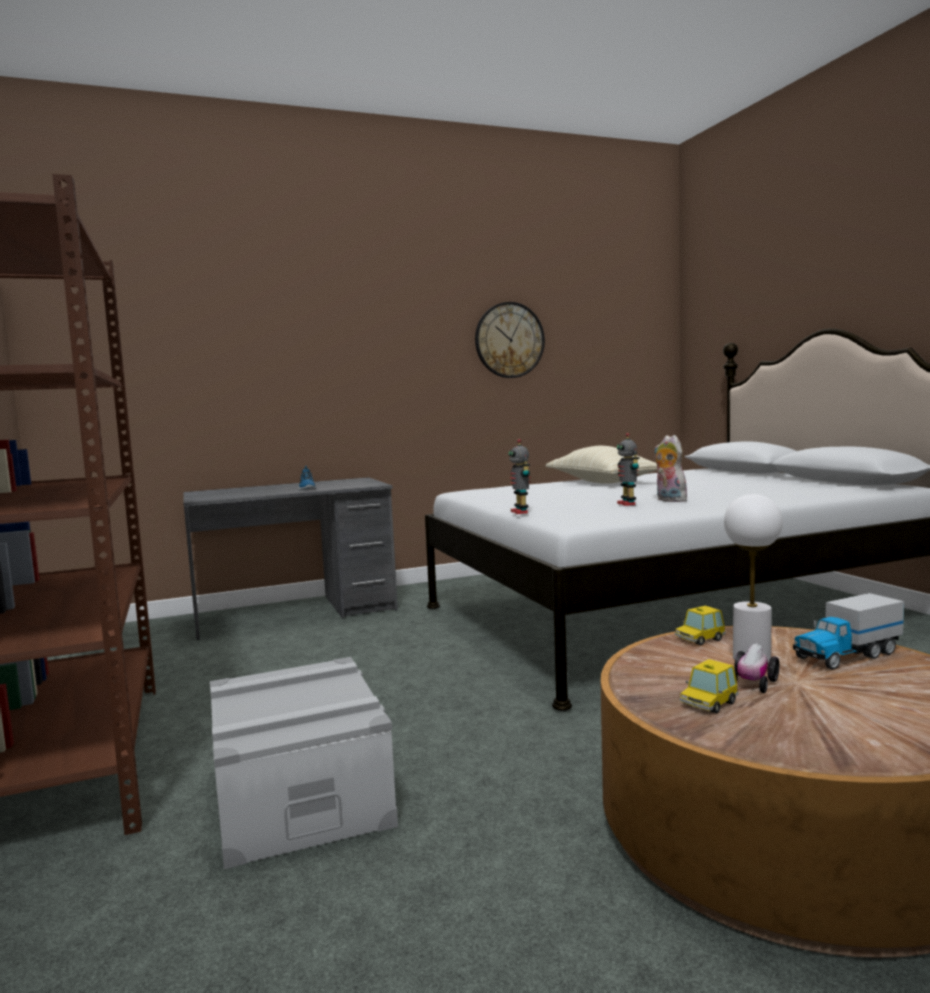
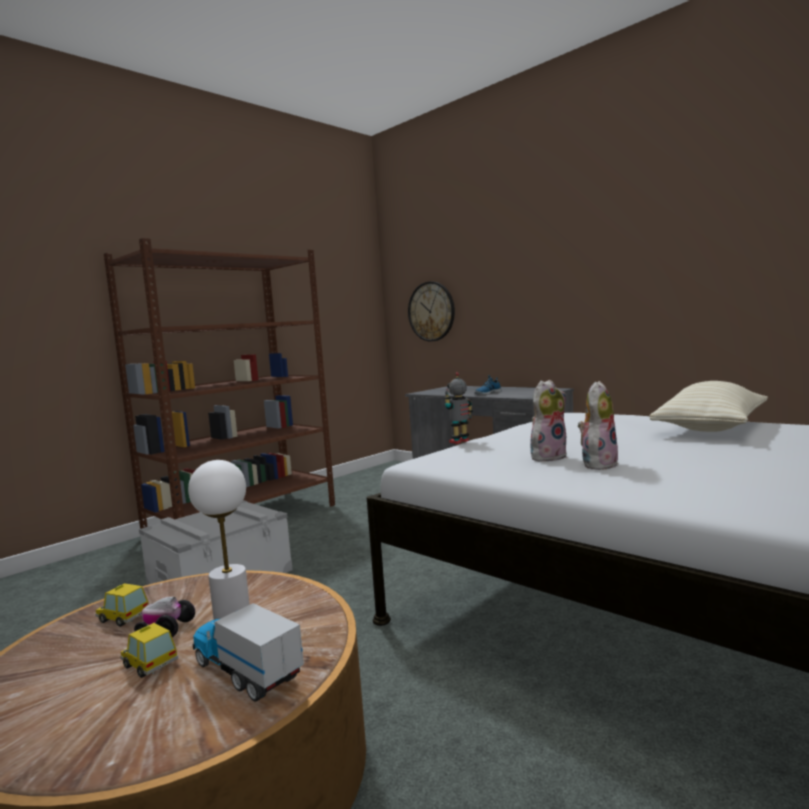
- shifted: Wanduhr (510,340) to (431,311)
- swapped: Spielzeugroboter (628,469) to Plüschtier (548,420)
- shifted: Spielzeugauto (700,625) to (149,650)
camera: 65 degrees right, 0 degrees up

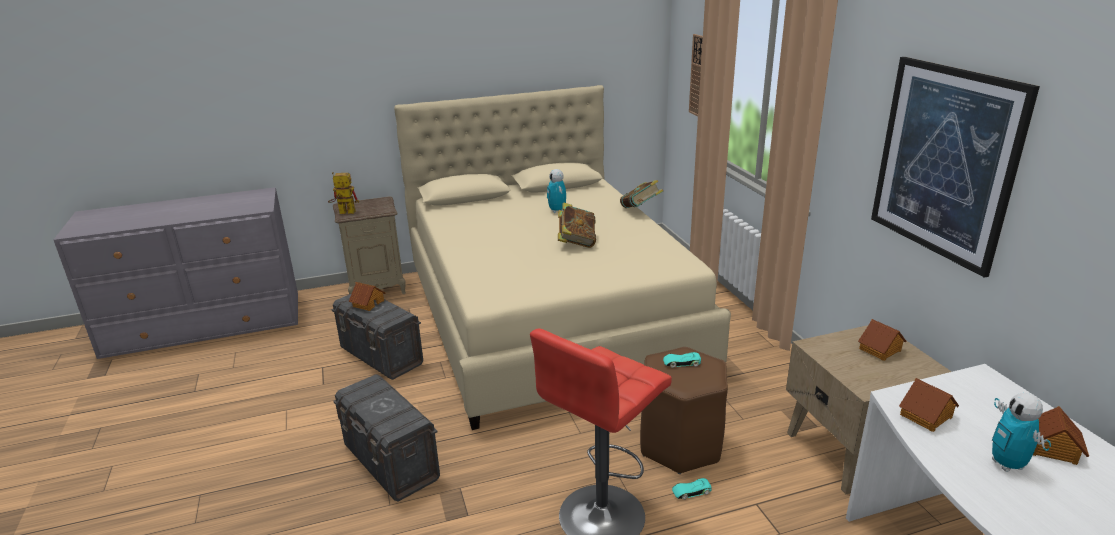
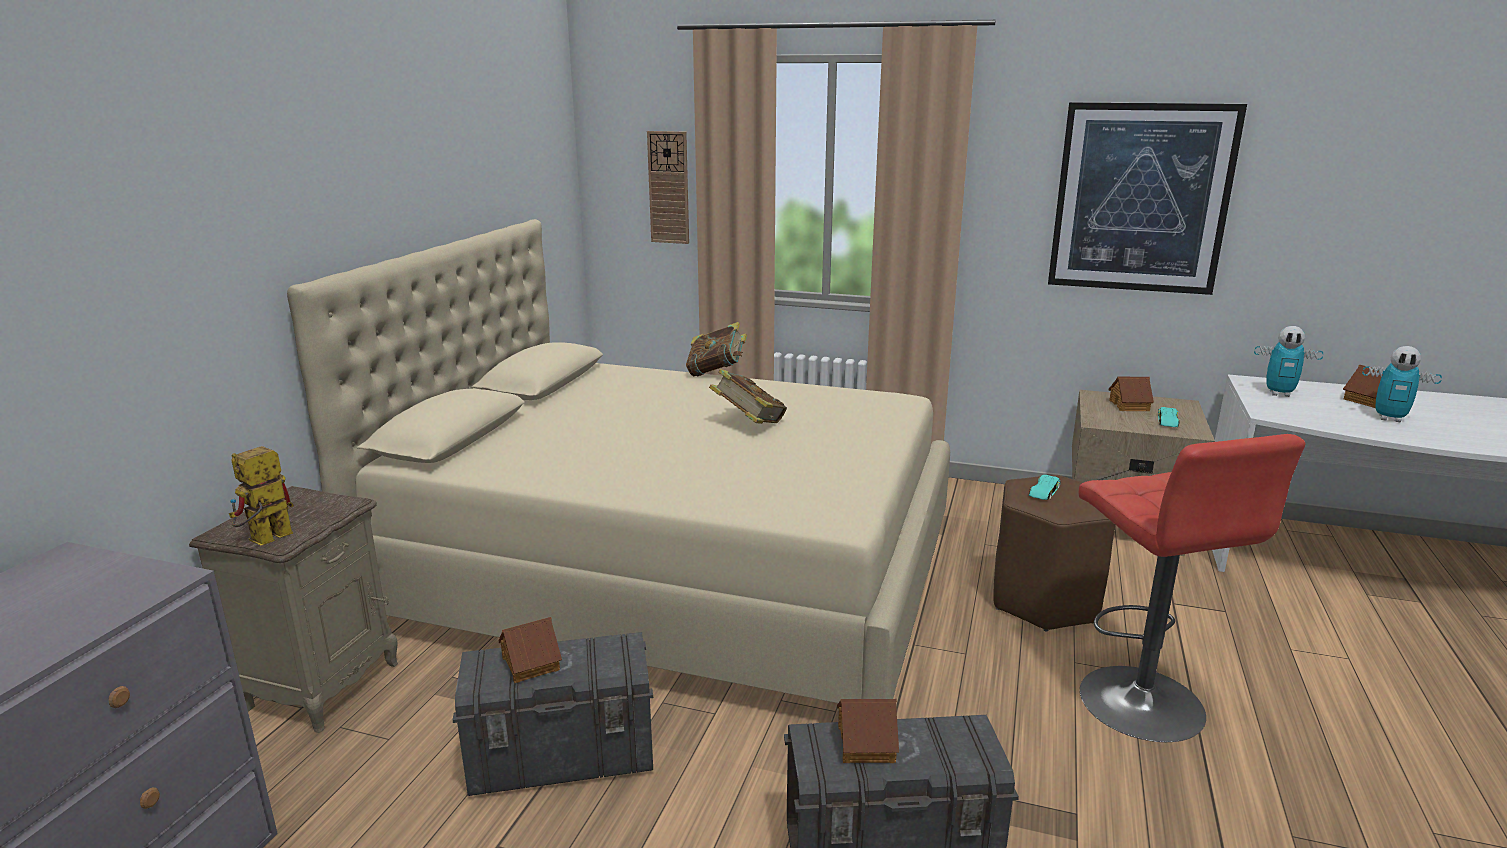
- shifted: Spielzeugroboter (556,191) to (1288,361)
- shifted: Spielzeughaus (929,405) to (868,731)
- shifted: Spielzeugauto [türkis] (691,489) to (1169,417)
camera: 55 degrees left, 5 degrees down

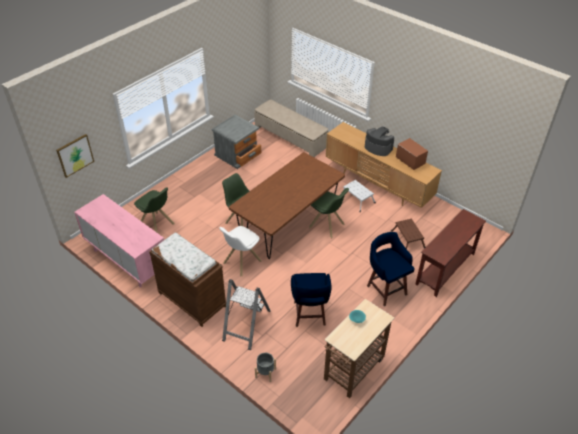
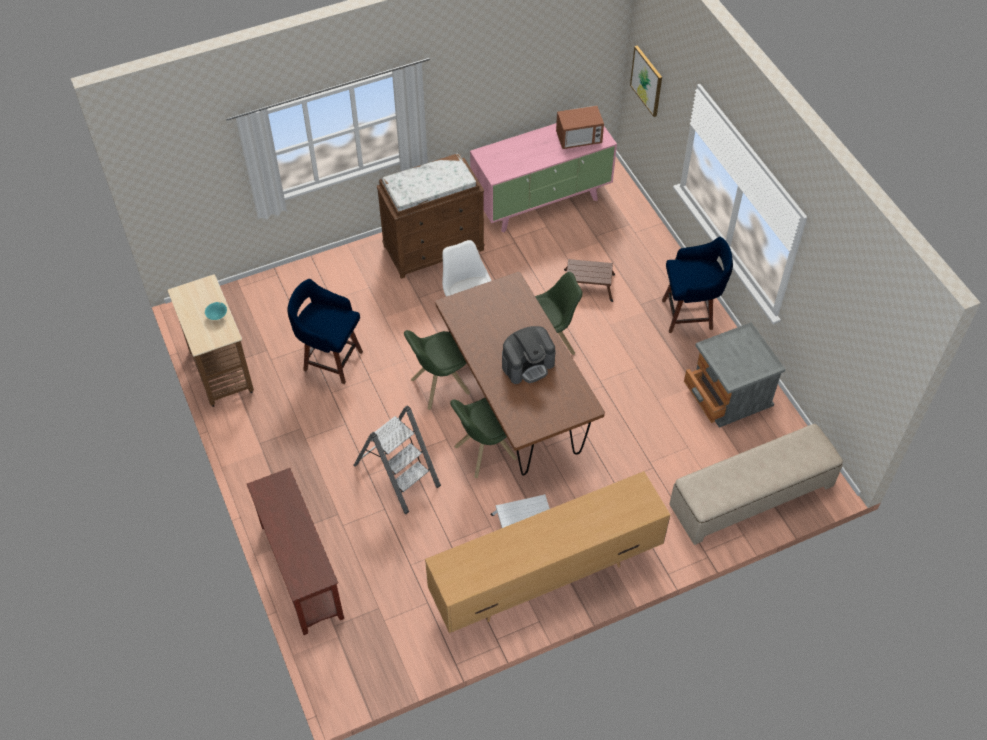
- shifted: Kaffeemaschine (379,141) to (529,355)
- shifted: Mikrowelle (412,154) to (580,127)
- shifted: Stuhl [grün] (154,210) to (437,370)
- shifted: Trittleiter [braun] (408,233) to (589,280)
- shifted: Hocker [blau] (391,269) to (697,285)
- shifted: Trittleiter [grau] (246,314) to (397,459)
- gone: Pflanzkübel [grau] (265,367)
camera: 115 degrees right, 10 degrees up

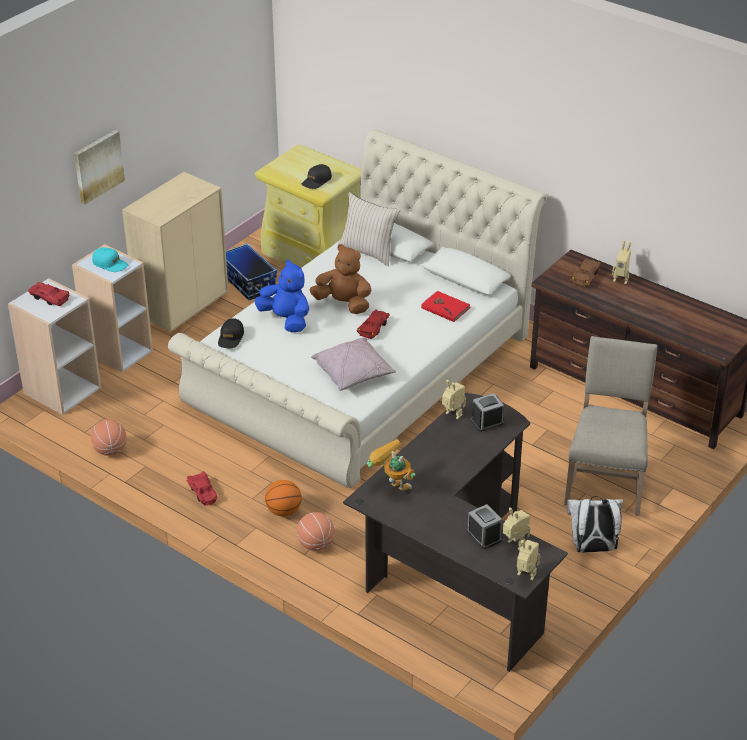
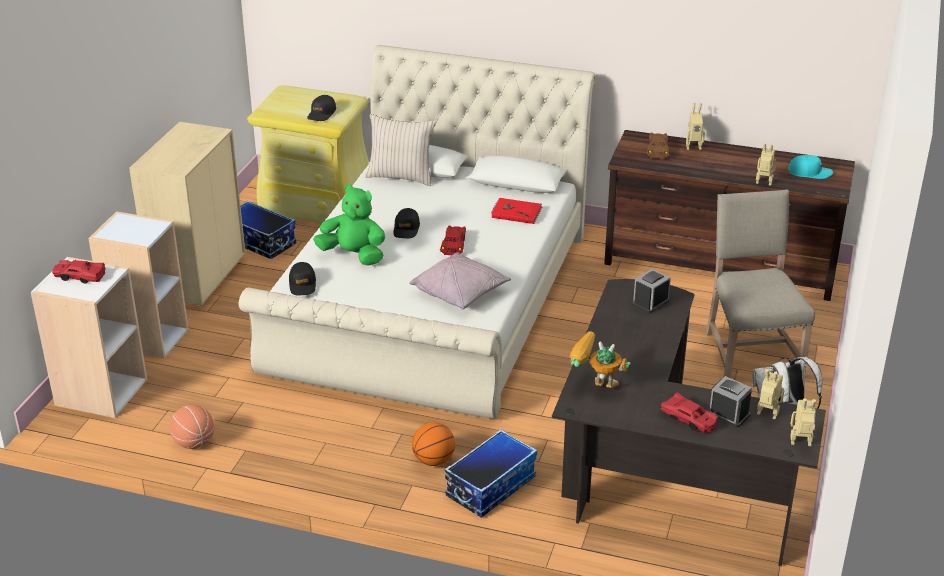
- gone: Bild (99,167)
- swapped: Plüschtier [braun] (340,279) to Kappe [schwarz] (406,223)
- shifted: Kappe [türkis] (110,259) to (810,167)
- repainted: Plüschtier [blau] (282,295) to Plüschtier [grün] (349,225)
- shifted: Spielzeugroboter (454,399) to (766,164)
- shifted: Spielzeugauto [rot] (201,488) to (689,412)
- swapped: Basketball (316,531) to Aufbewahrungsbox (491,473)
camera: 20 degrees left, 5 degrees down

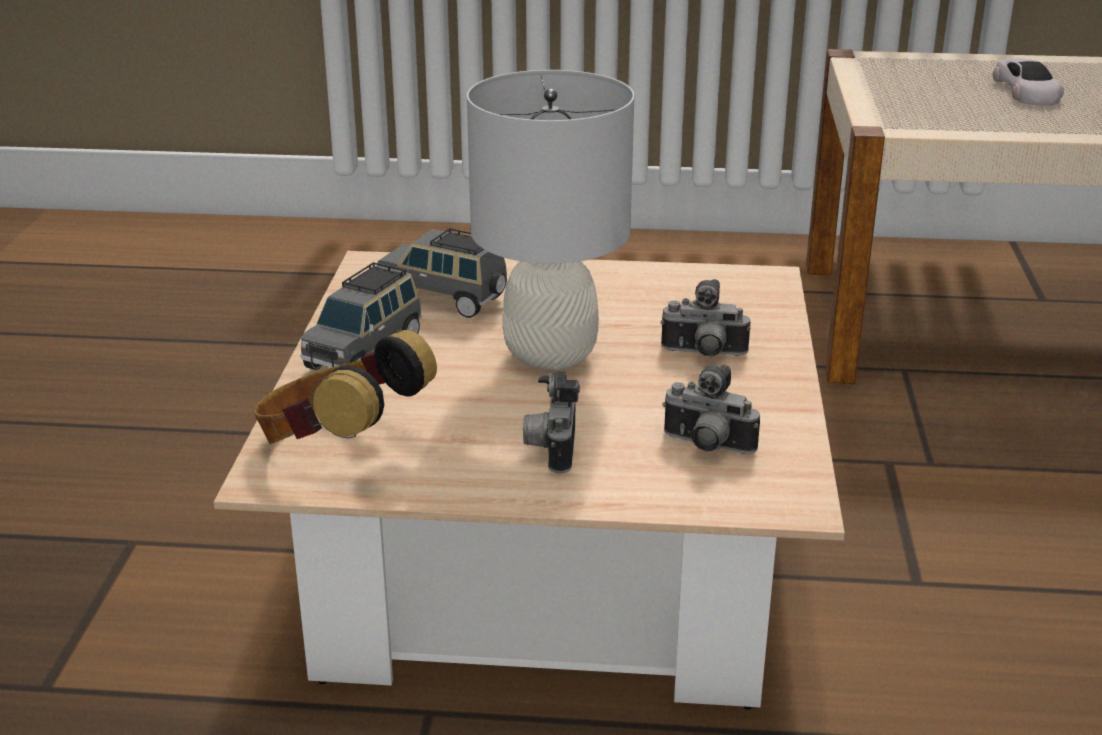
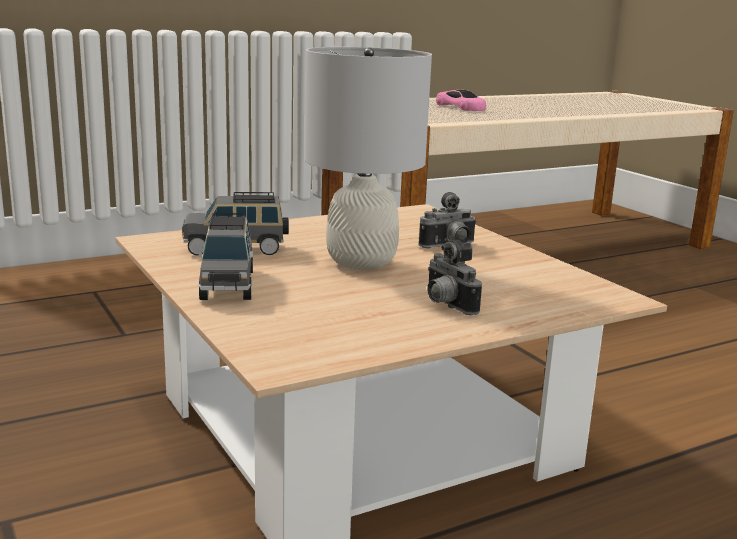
- repainted: Spielzeugauto [weiß] (1028,82) to Spielzeugauto [rosa] (461,100)
- gone: Kopfhörer (345,387)
- gone: Kamera (711,409)
camera: 35 degrees left, 10 degrees down

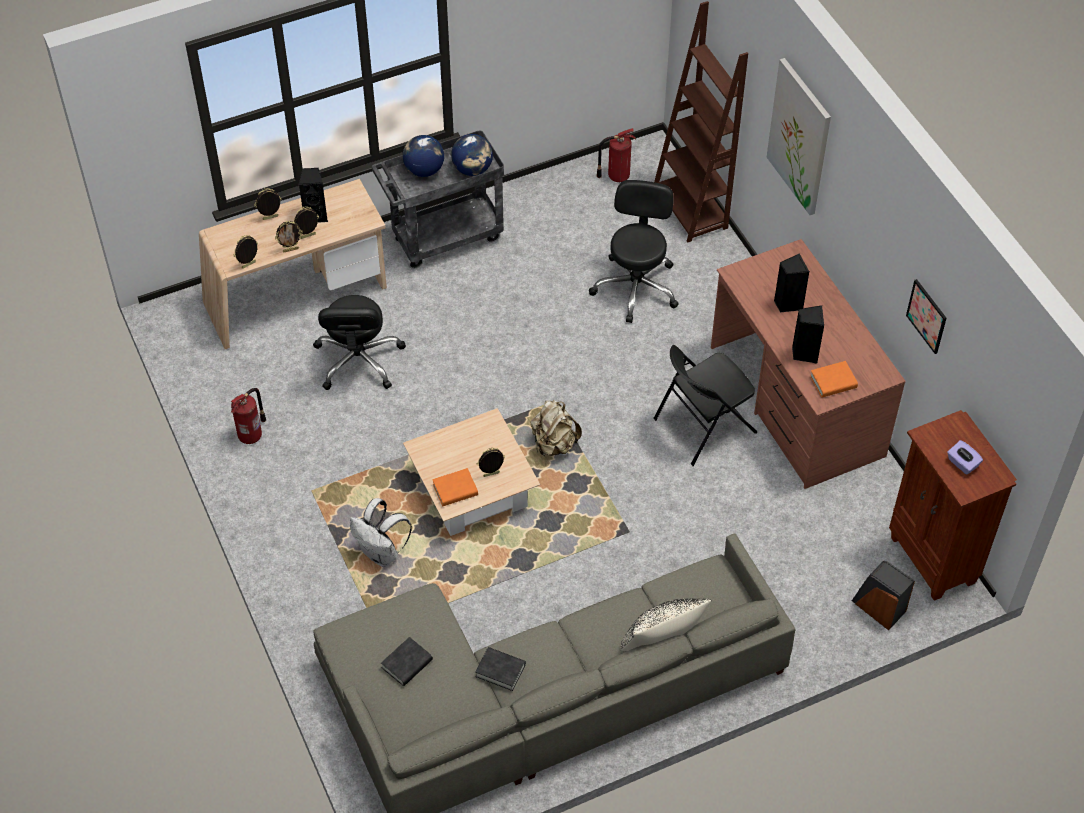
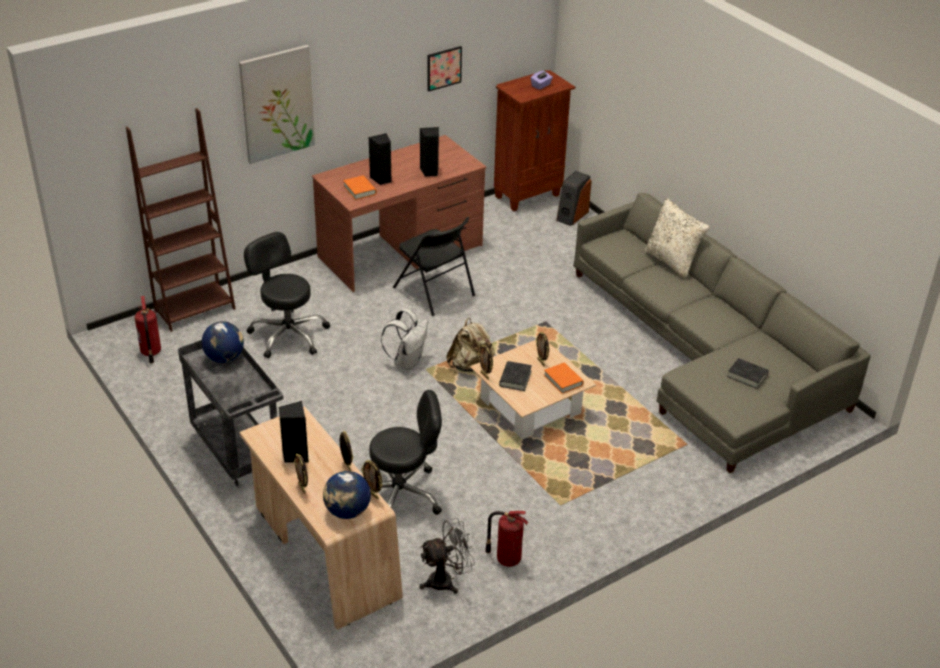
- shifted: Globus (423,156) to (347,495)
- rotated: Bürostuhl [schwarz] (634,251) = (287,295) 45 degrees clockwise
- shifted: Bilderrahmen (306,222) to (485,362)
- shifted: Buch [orange] (834,379) to (359,187)
- shifted: Rucksack [weiß] (381,532) to (404,339)
- shifted: Buch [schwarz] (500,669) to (515,376)
- new: Ventilator [grau] (447,556)
camera: 100 degrees left, 15 degrees down

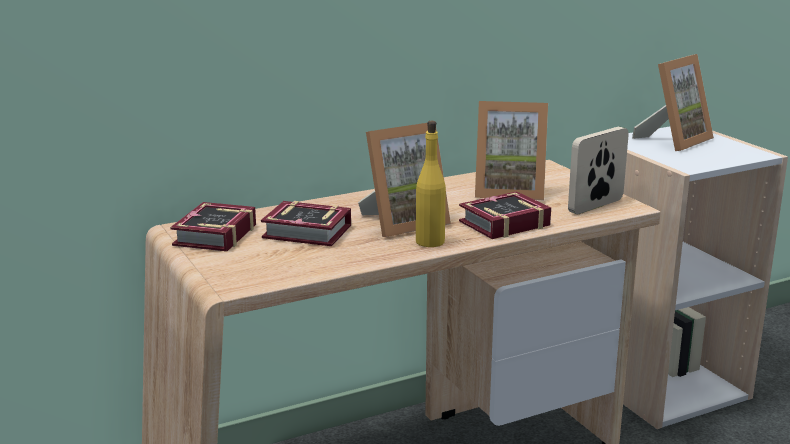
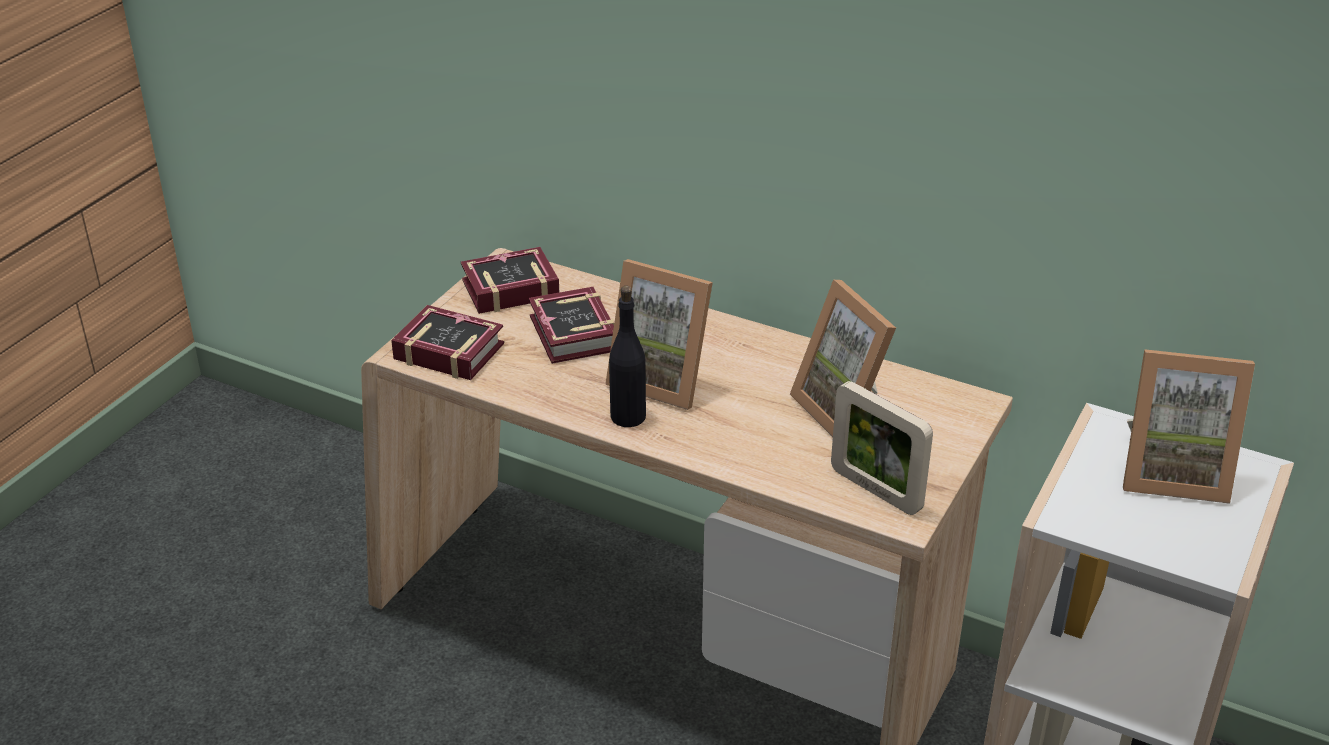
- repainted: Flasche [gelb] (431,184) to Flasche [schwarz] (627,356)
- rotated: Bilderrahmen (598,171) = (882,448) 150 degrees counterclockwise
- shifted: Buch (505,215) to (447,342)
camera: 55 degrees right, 15 degrees up

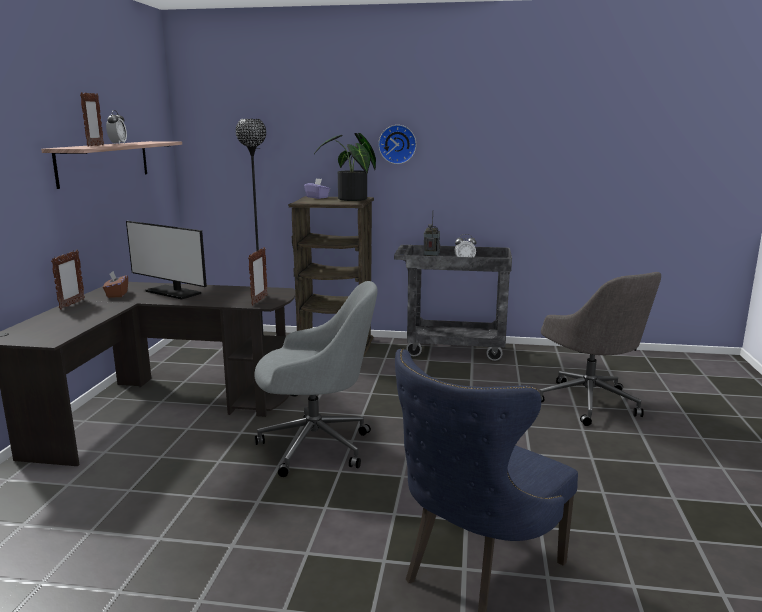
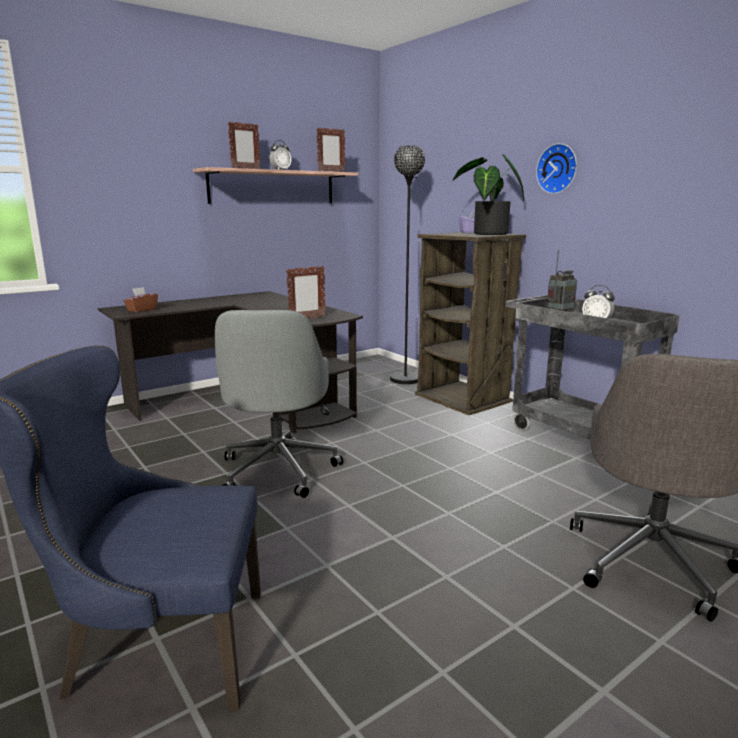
- gone: Monitor (166,260)
- shifted: Bilderrahmen (68,280) to (330,150)
- shifted: Taschentuchbox [braun] (115,284) to (140,299)
- rotated: Bürostuhl [grau] (315,379) = (279,404) 45 degrees clockwise
camera: 45 degrees right, 0 degrees up

